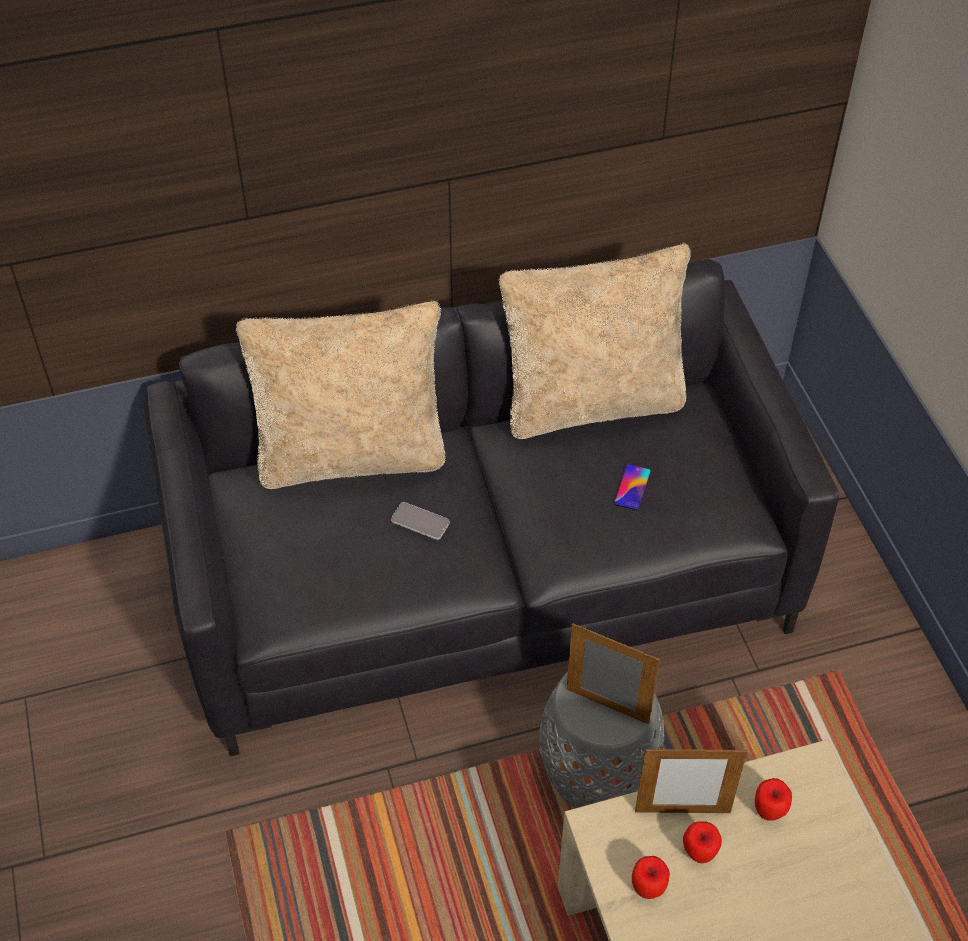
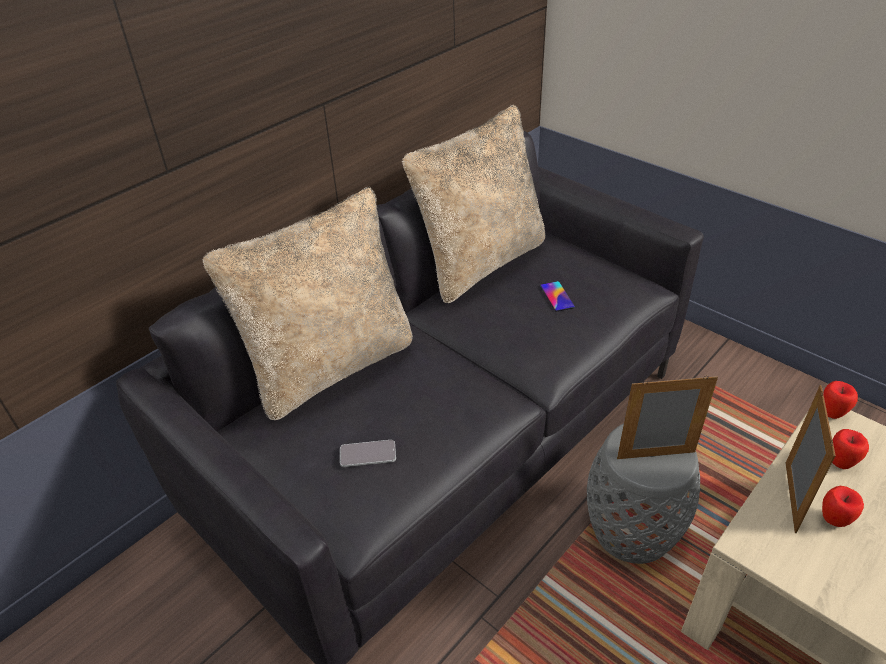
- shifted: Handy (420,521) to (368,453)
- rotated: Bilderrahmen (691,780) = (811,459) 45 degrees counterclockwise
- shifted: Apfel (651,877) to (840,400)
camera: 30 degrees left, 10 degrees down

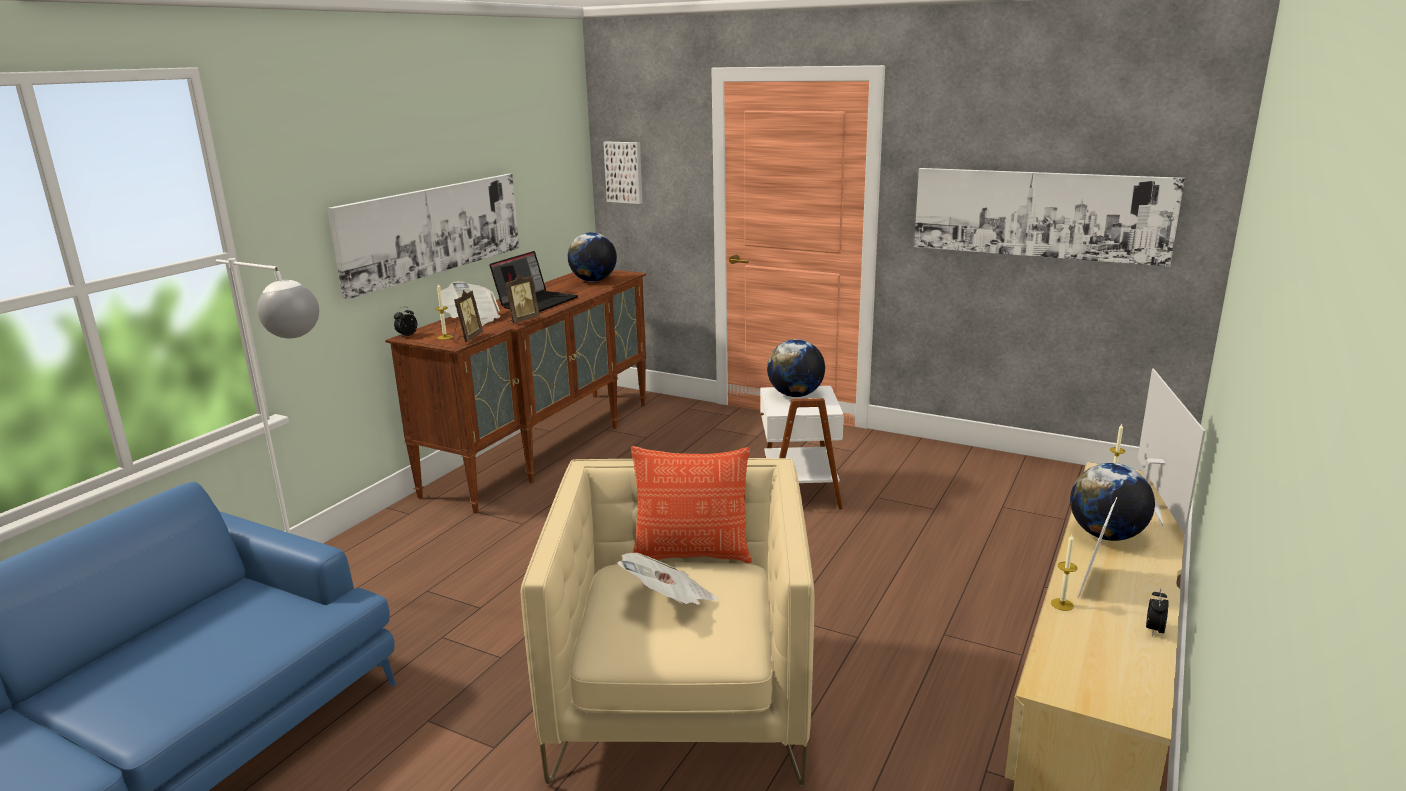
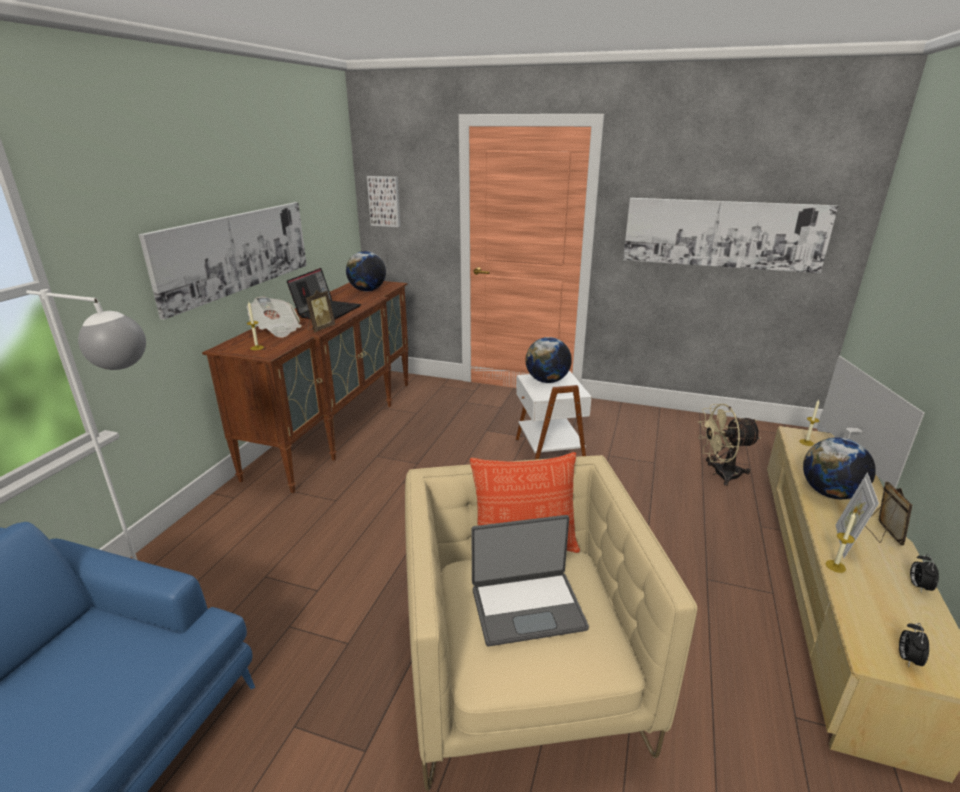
- shifted: Bilderrahmen (468,316) to (888,513)
- shifted: Wecker (405,322) to (914,645)
- swapped: Zeitung (668,579) to Laptop (530,580)
- new: Ventilator [beige] (729,445)
camera: 10 degrees left, 5 degrees up

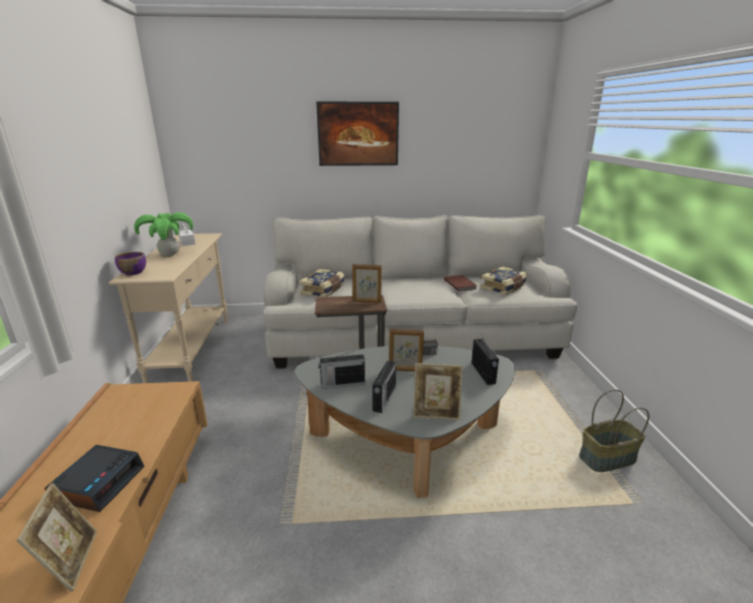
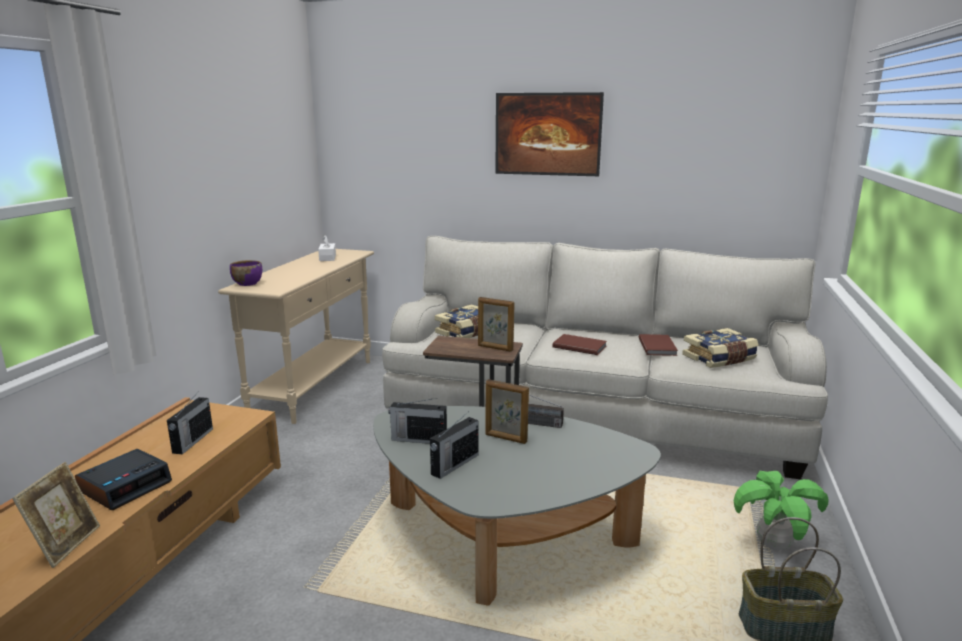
- shifted: Topfpflanze (163,234) to (780,510)
- shifted: Radio (485,361) to (190,422)
- gone: Bilderrahmen (438,391)
- new: Buch [braun] (580,344)
camera: 20 degrees right, 5 degrees down

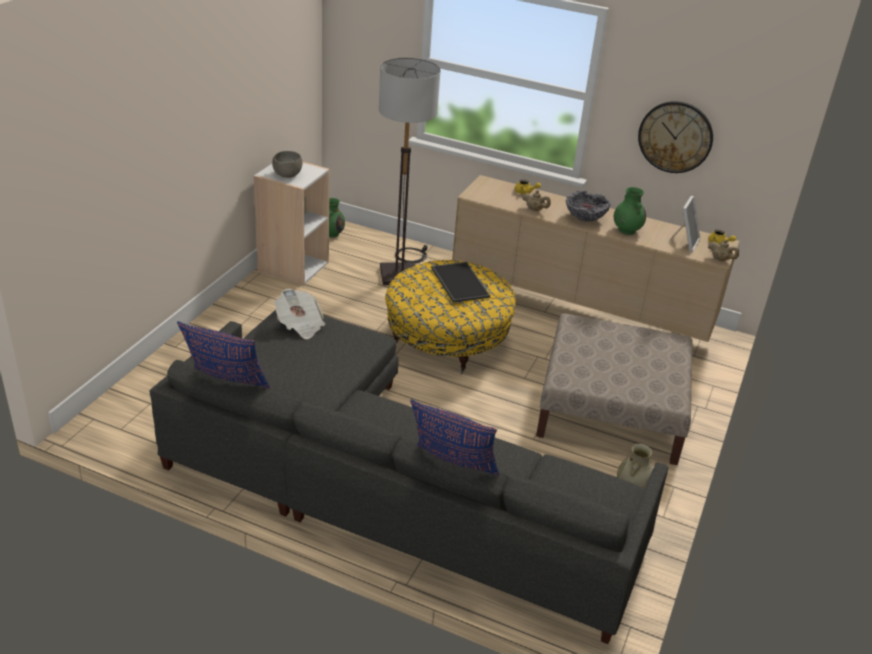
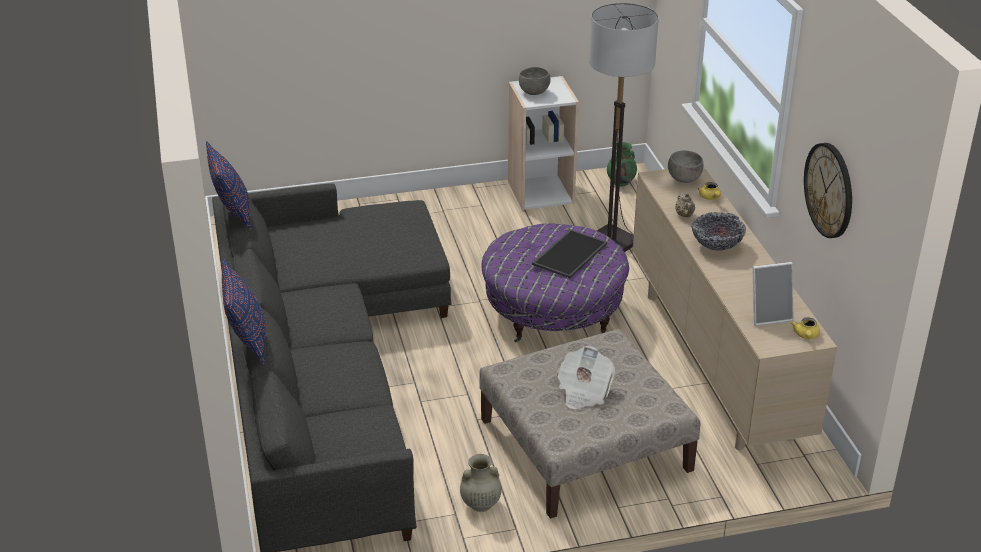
- gone: Vase [grün] (630,211)
- gone: Teekanne [beige] (723,250)
- repainted: Polsterhocker [gelb] (450,317) to Polsterhocker [lila] (555,282)
- shifted: Zeitung (299,313) to (586,377)
- new: Schüssel [grau] (685,167)
camera: 55 degrees right, 0 degrees up

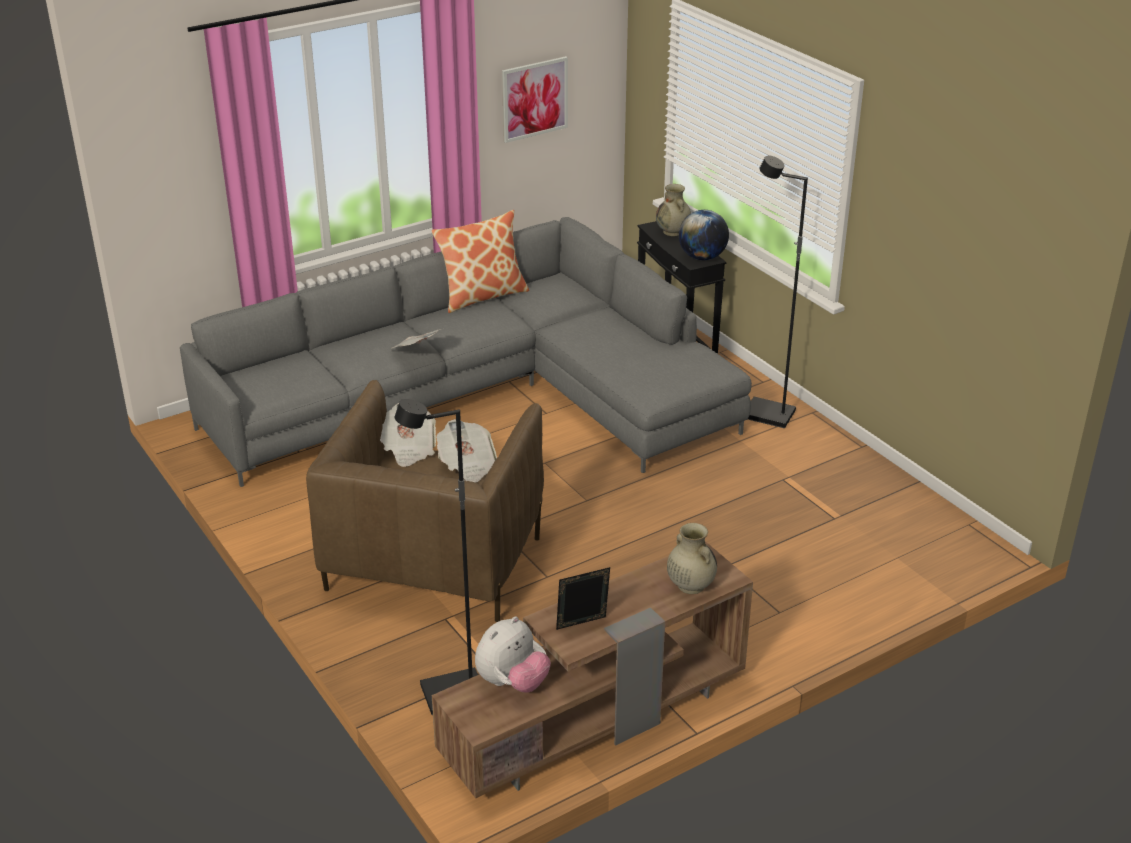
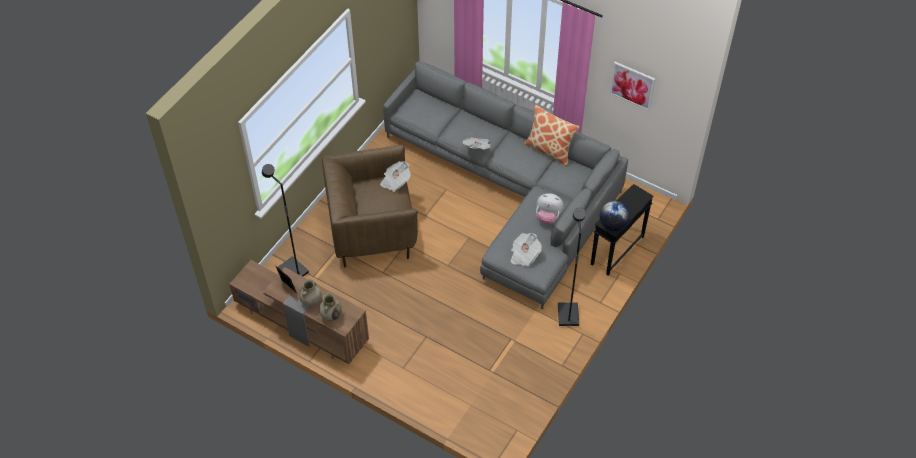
- shifted: Vase [beige] (673,210) to (310,292)
- shifted: Zeitung (466,451) to (526,250)
- shifted: Plüschtier (513,654) to (550,209)
camera: 65 degrees right, 20 degrees up

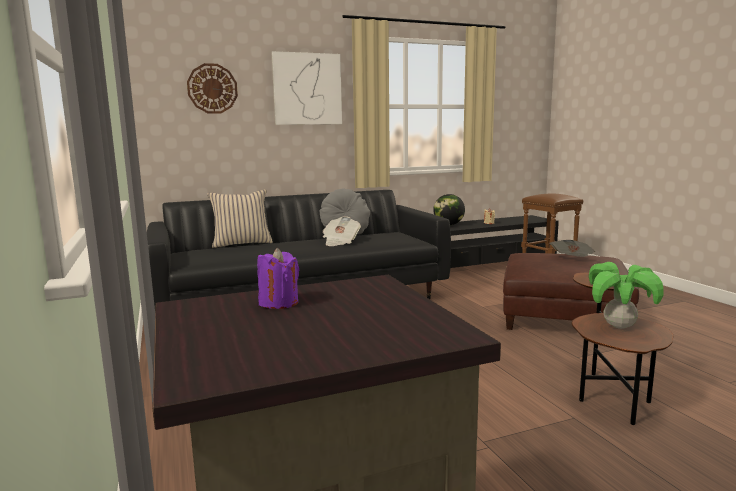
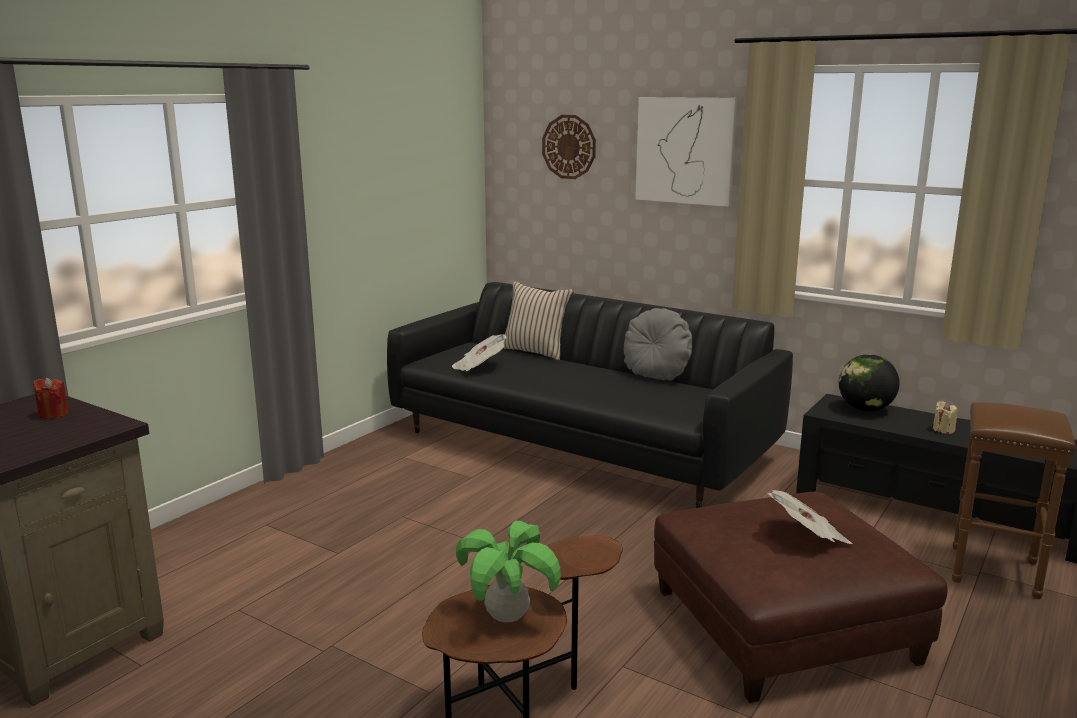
- shifted: Zeitung (342,231) to (479,352)
- repainted: Kerze [lila] (278,278) to Kerze [rot] (50,398)
camera: 55 degrees right, 5 degrees up

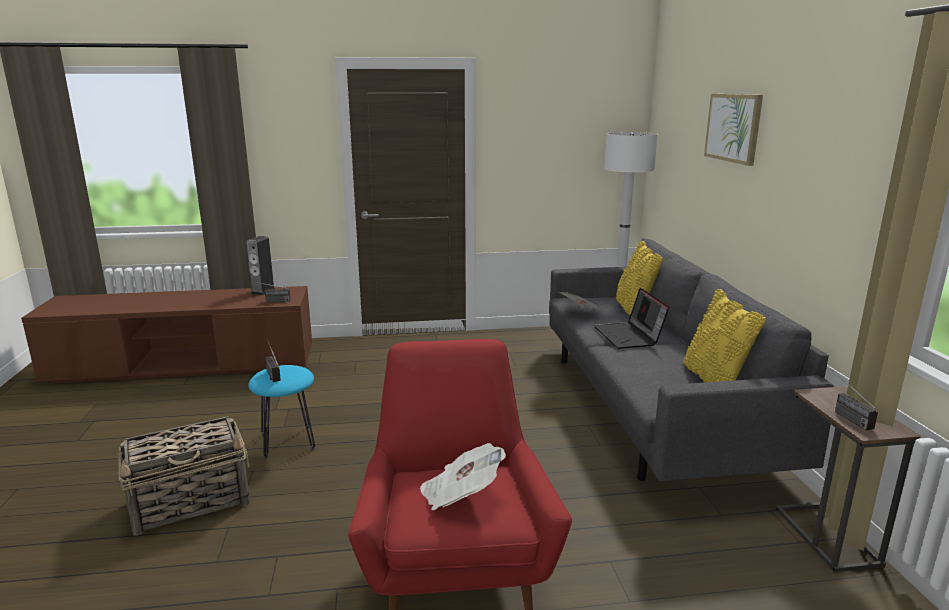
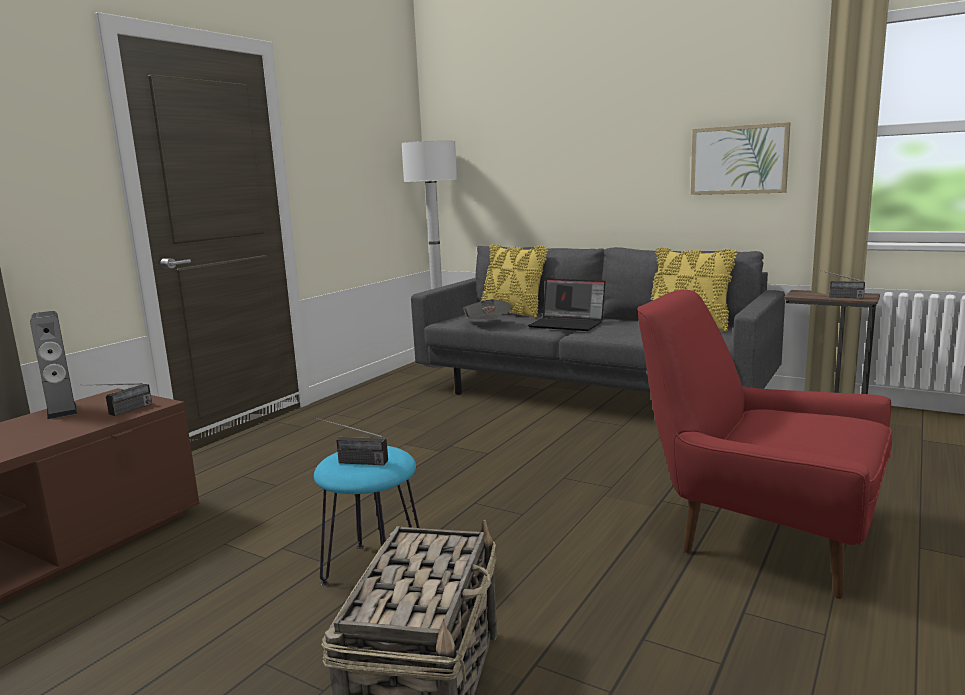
- shifted: Bild (733,130) to (741,158)
- gone: Zeitung (463,476)
camera: 50 degrees left, 5 degrees down

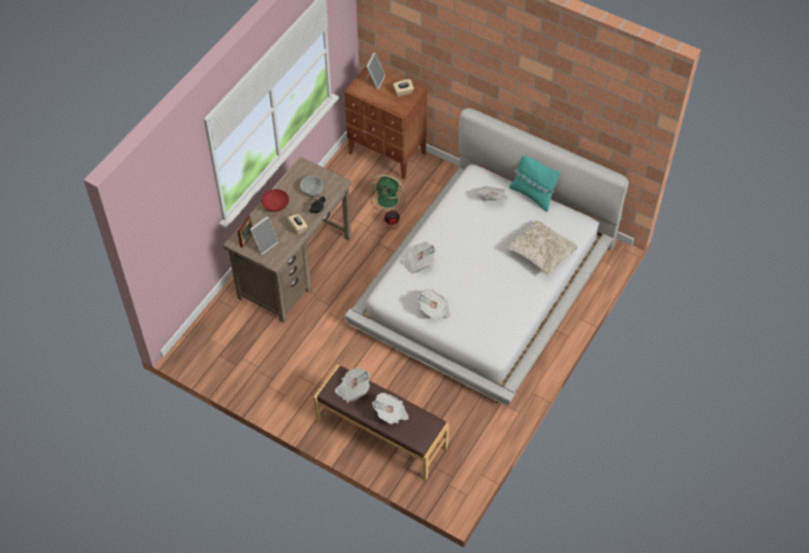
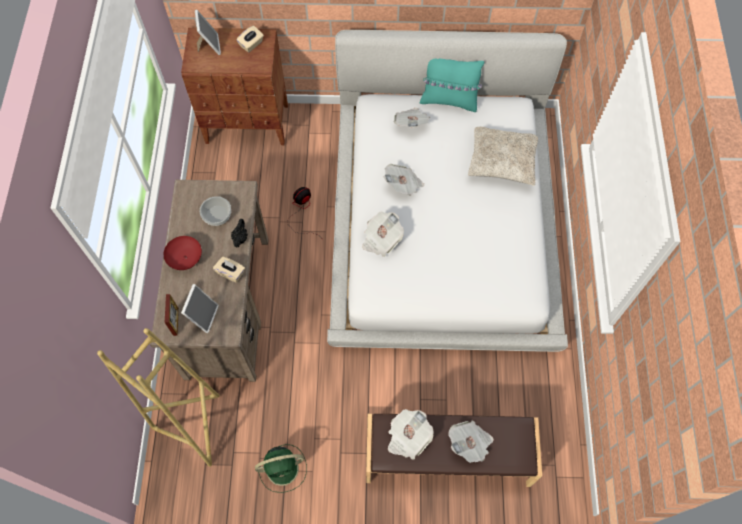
- shifted: Ventilator [grün] (388,194) to (281,468)
- shifted: Zeitung (434,304) to (403,180)
- new: Kleiderständer [gelb] (158,397)
camera: 30 degrees left, 10 degrees up

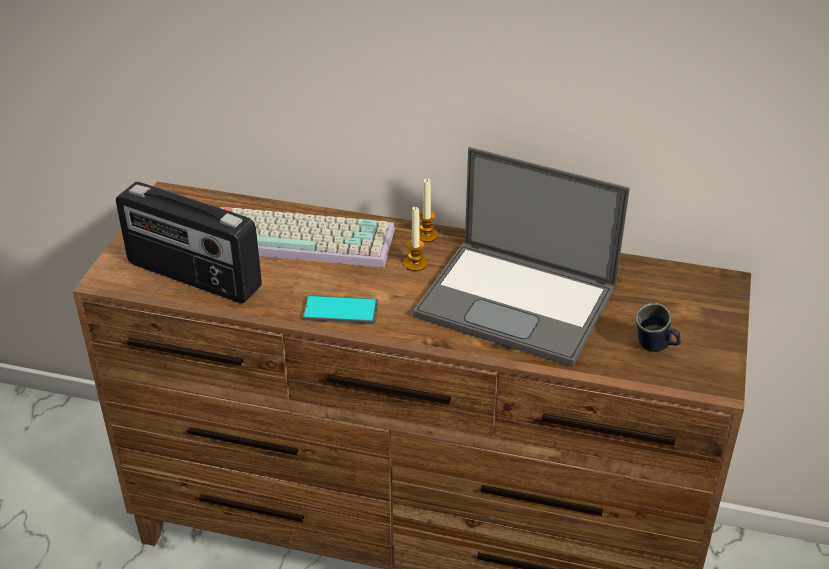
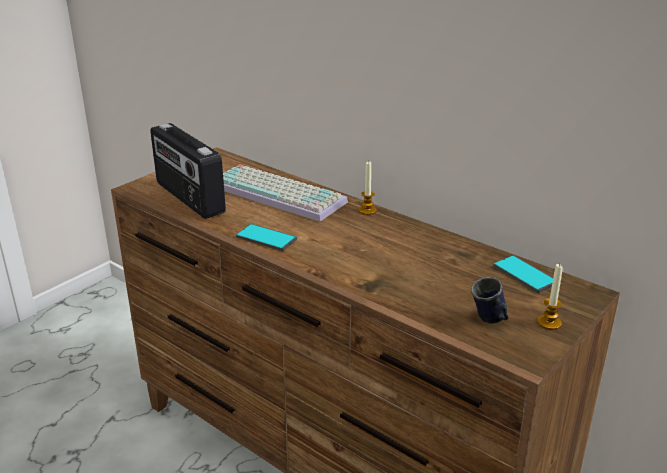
- gone: Laptop (521,257)
- shifted: Kerze (415,238) to (550,297)
- new: Handy (523,274)
camera: 25 degrees right, 10 degrees down

